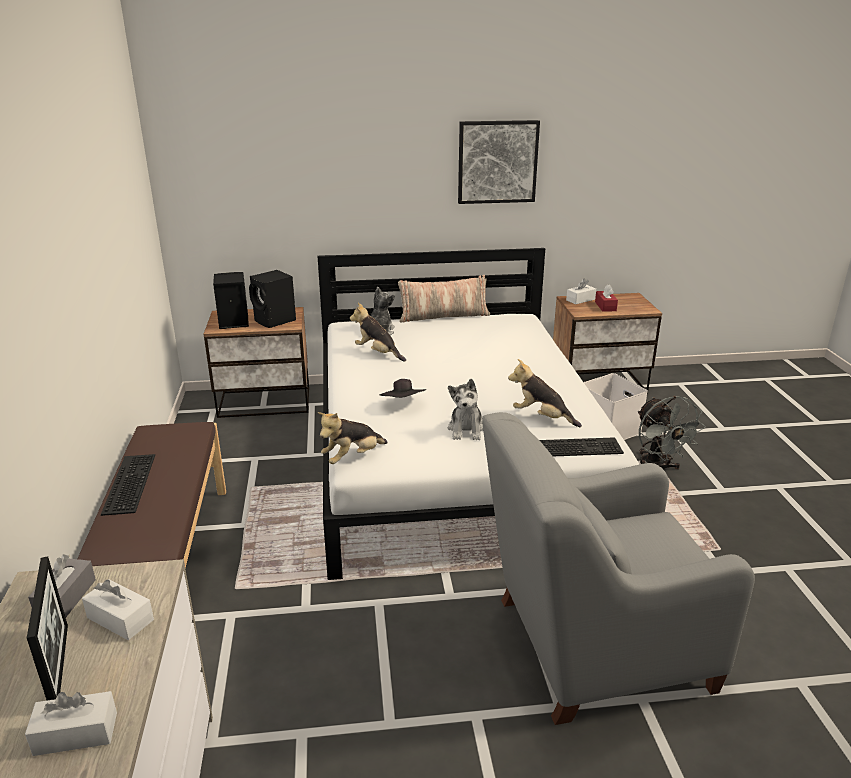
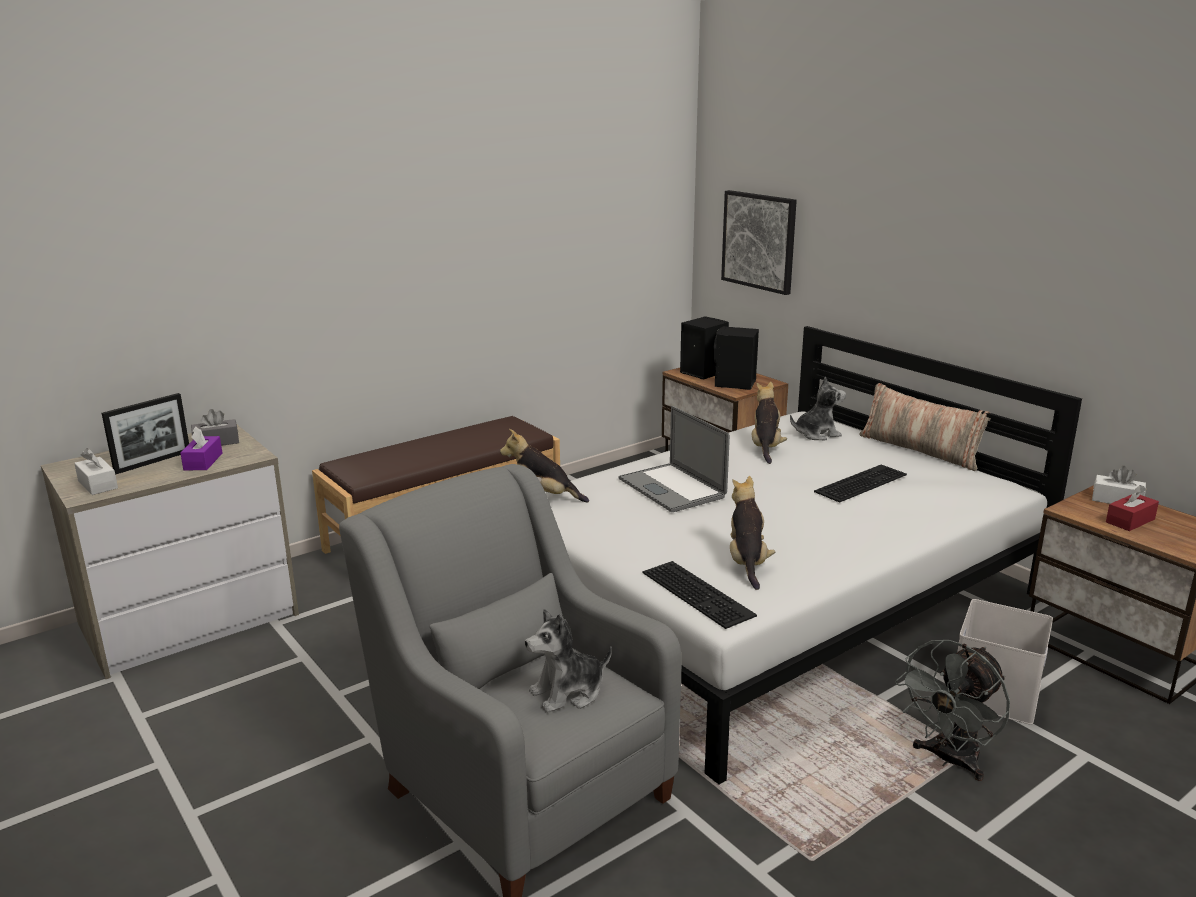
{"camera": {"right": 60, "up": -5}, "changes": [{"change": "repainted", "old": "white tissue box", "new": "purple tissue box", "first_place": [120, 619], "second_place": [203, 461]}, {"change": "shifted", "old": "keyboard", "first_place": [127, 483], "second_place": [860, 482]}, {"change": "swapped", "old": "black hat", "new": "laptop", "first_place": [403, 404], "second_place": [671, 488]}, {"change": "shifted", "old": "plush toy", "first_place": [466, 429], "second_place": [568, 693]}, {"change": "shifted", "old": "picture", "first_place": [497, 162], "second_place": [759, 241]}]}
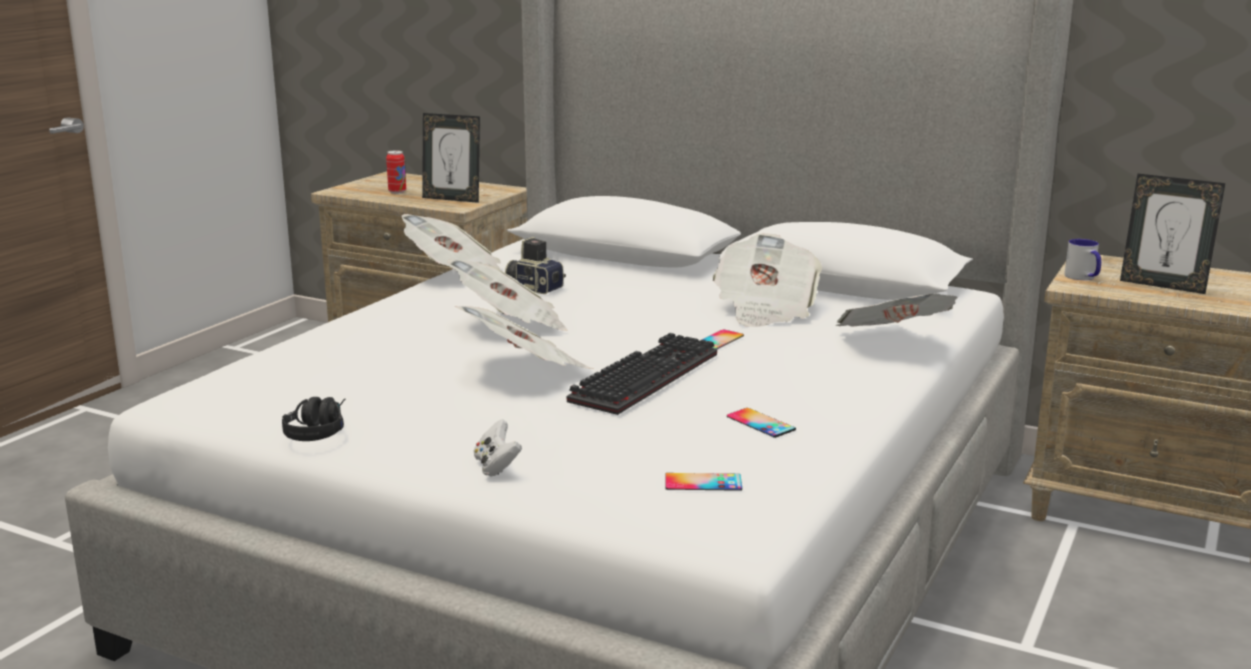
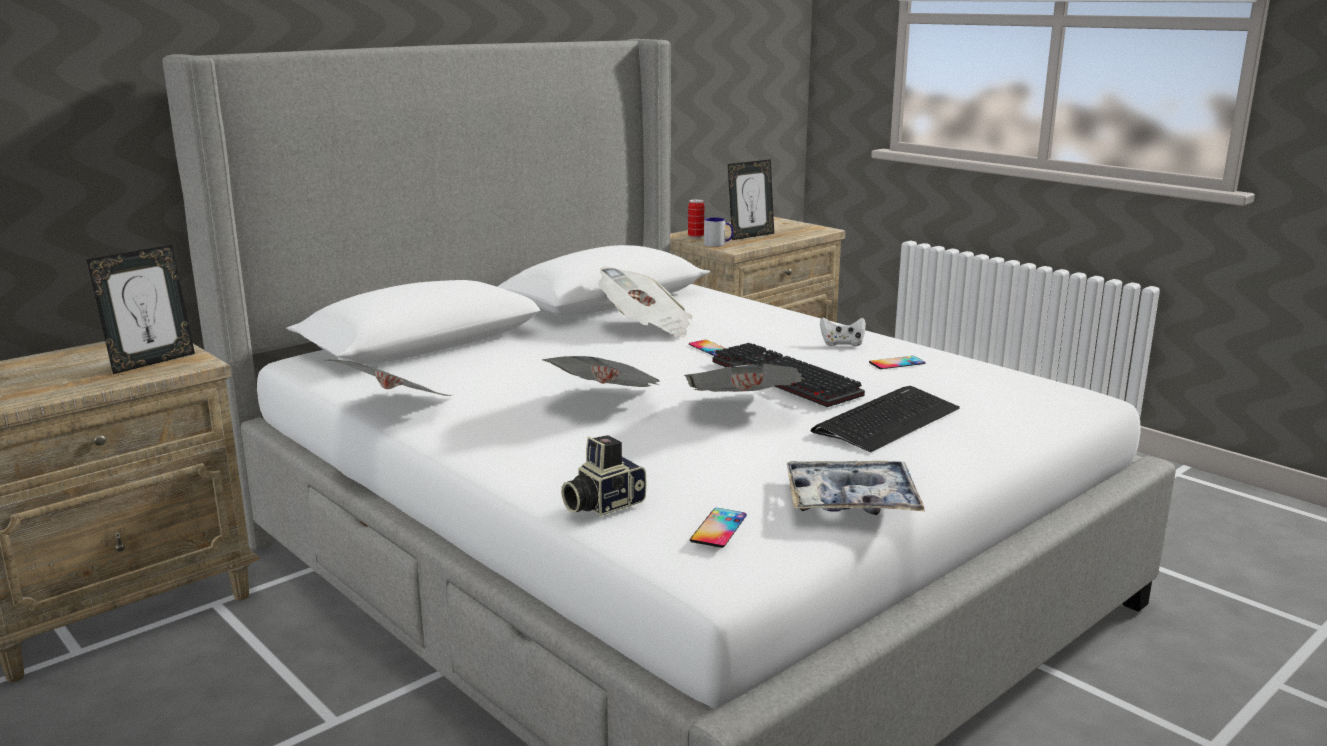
{"camera": {"right": -70, "up": 0}, "changes": [{"change": "swapped", "old": "black headphones", "new": "tray", "first_place": [319, 430], "second_place": [851, 500]}, {"change": "shifted", "old": "can", "first_place": [397, 192], "second_place": [696, 237]}, {"change": "shifted", "old": "white game controller", "first_place": [496, 467], "second_place": [842, 344]}, {"change": "shifted", "old": "photo camera", "first_place": [535, 287], "second_place": [602, 504]}, {"change": "shifted", "old": "phone", "first_place": [703, 482], "second_place": [718, 528]}, {"change": "gone", "old": "newspaper", "first_place": [892, 343]}, {"change": "new", "new": "keyboard", "second_place": [886, 420]}]}
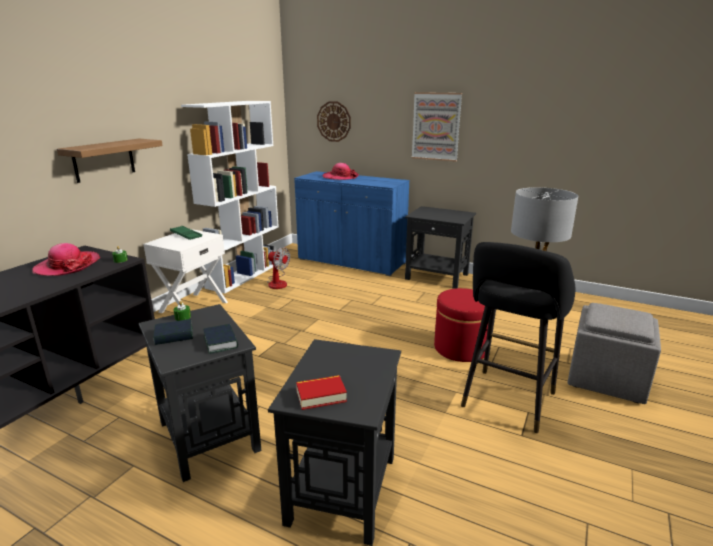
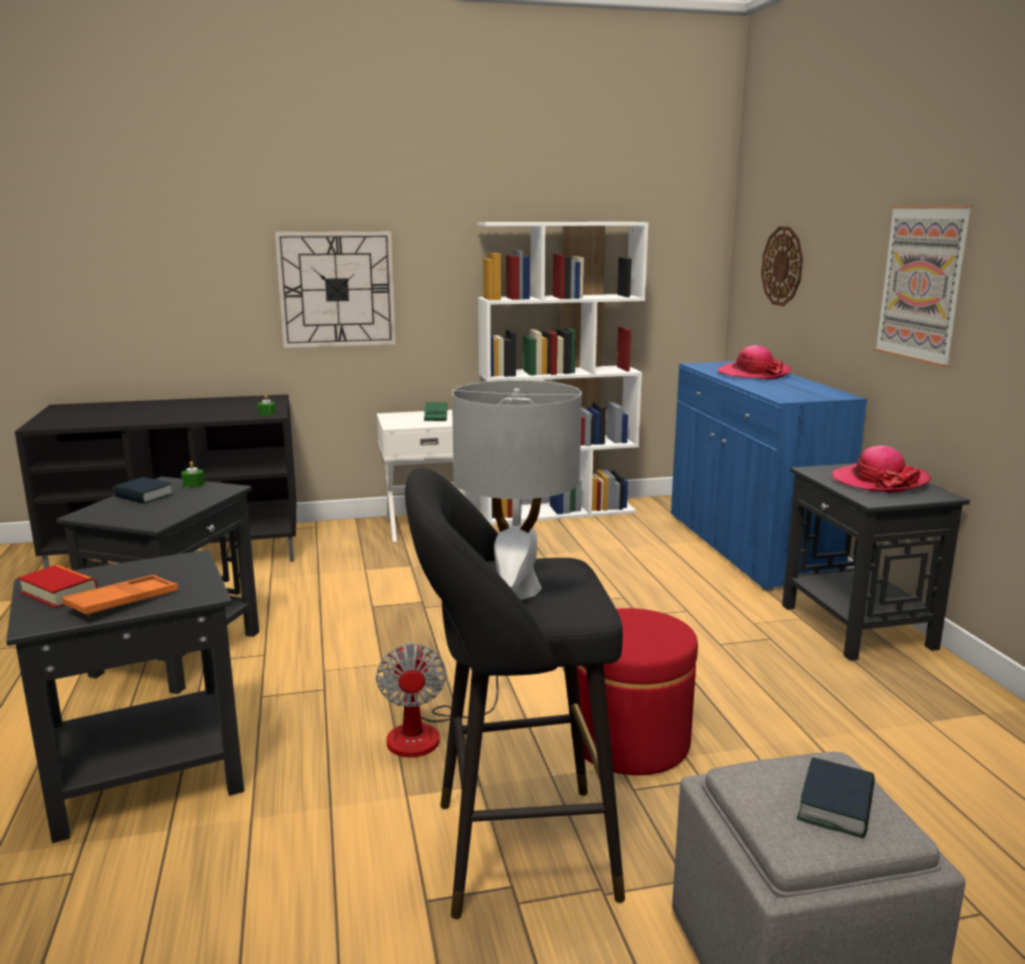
{"camera": {"right": 50, "up": -5}, "changes": [{"change": "shifted", "old": "hat", "first_place": [67, 266], "second_place": [879, 481]}, {"change": "swapped", "old": "shelf", "new": "wall clock", "first_place": [104, 160], "second_place": [337, 289]}, {"change": "shifted", "old": "book", "first_place": [221, 342], "second_place": [836, 805]}, {"change": "shifted", "old": "fan", "first_place": [278, 282], "second_place": [429, 733]}, {"change": "new", "new": "orange tray", "second_place": [123, 602]}]}
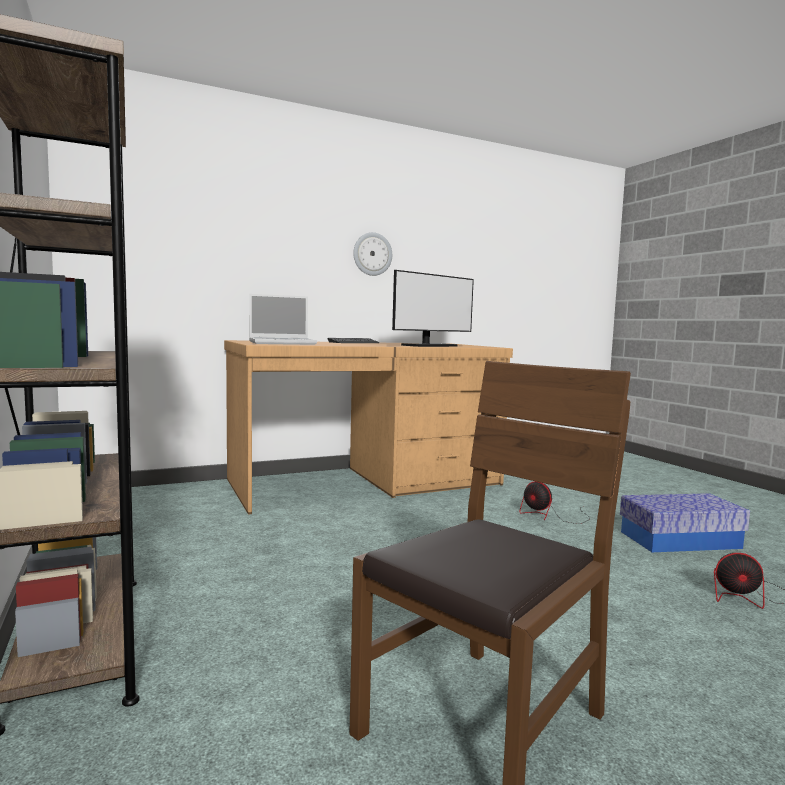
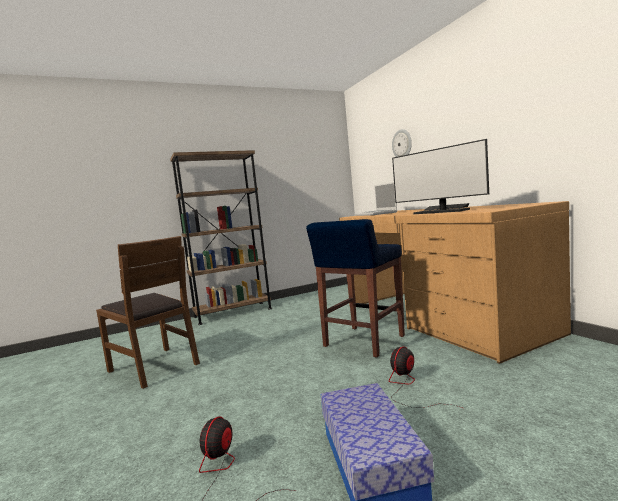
{"camera": {"right": 90, "up": 0}, "changes": [{"change": "shifted", "old": "wall clock", "first_place": [372, 254], "second_place": [402, 144]}, {"change": "new", "new": "blue stool", "second_place": [363, 342]}]}
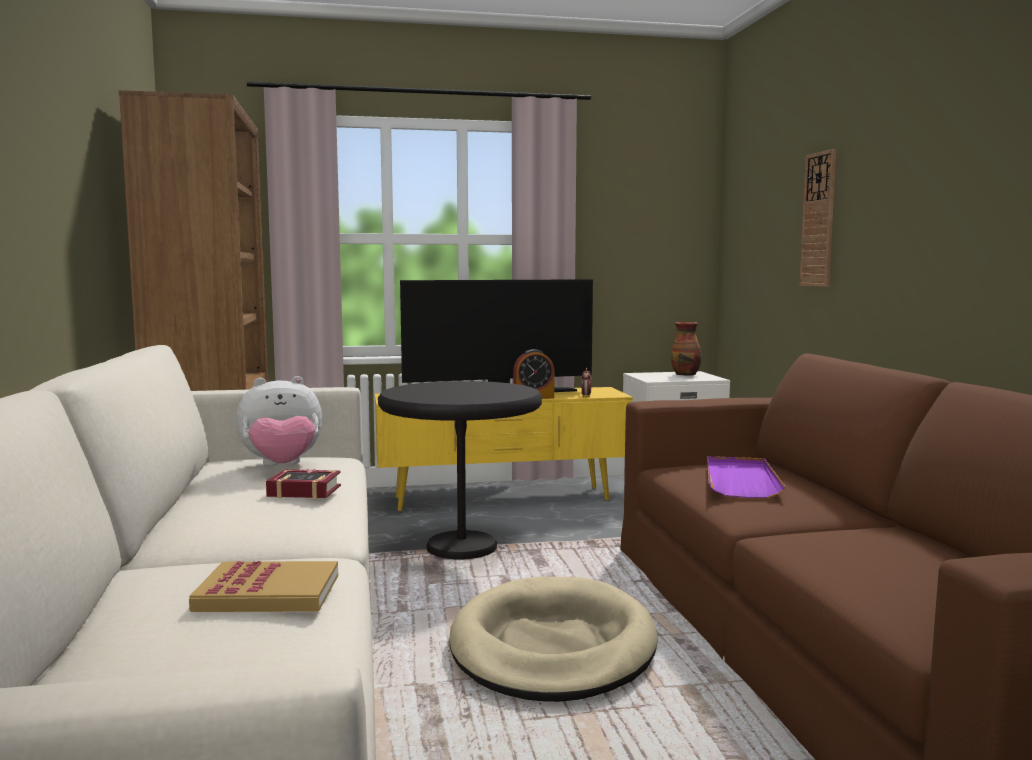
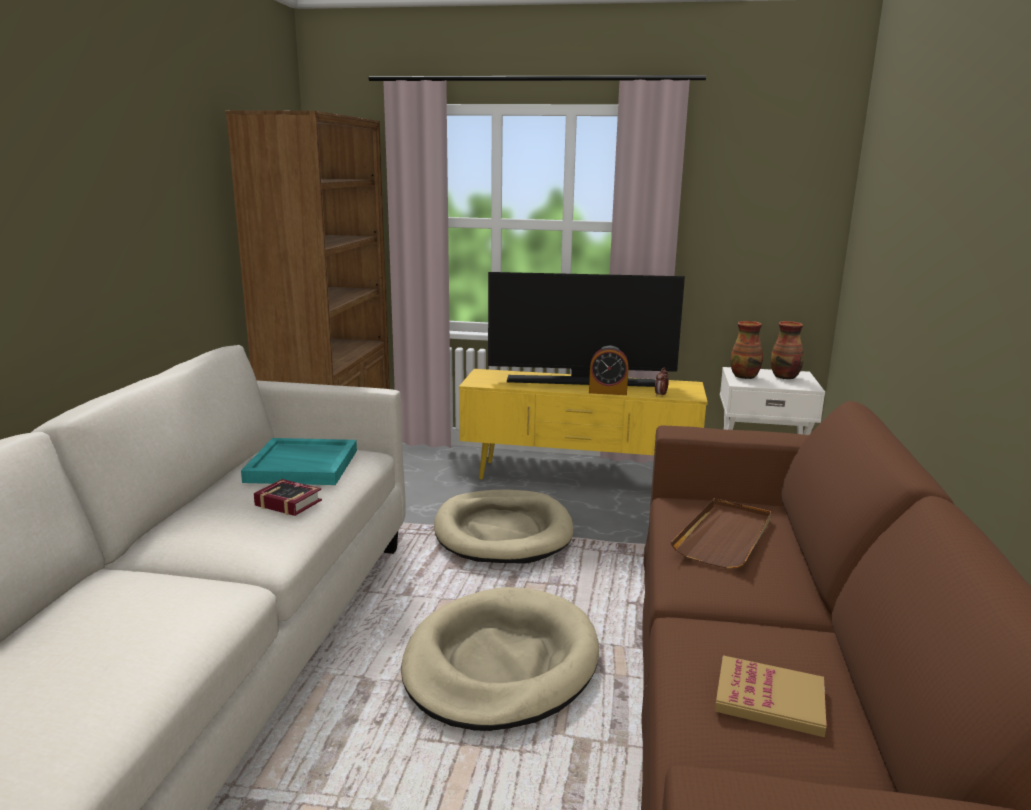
{"camera": {"right": 20, "up": 10}, "changes": [{"change": "shifted", "old": "book", "first_place": [268, 593], "second_place": [769, 699]}, {"change": "swapped", "old": "plush toy", "new": "turquoise tray", "first_place": [282, 466], "second_place": [303, 465]}, {"change": "swapped", "old": "black side table", "new": "beige dog bed", "first_place": [461, 548], "second_place": [503, 532]}, {"change": "repainted", "old": "purple tray", "new": "brown tray", "first_place": [740, 481], "second_place": [724, 536]}, {"change": "gone", "old": "wall clock", "first_place": [819, 220]}, {"change": "new", "new": "vase", "second_place": [745, 376]}]}
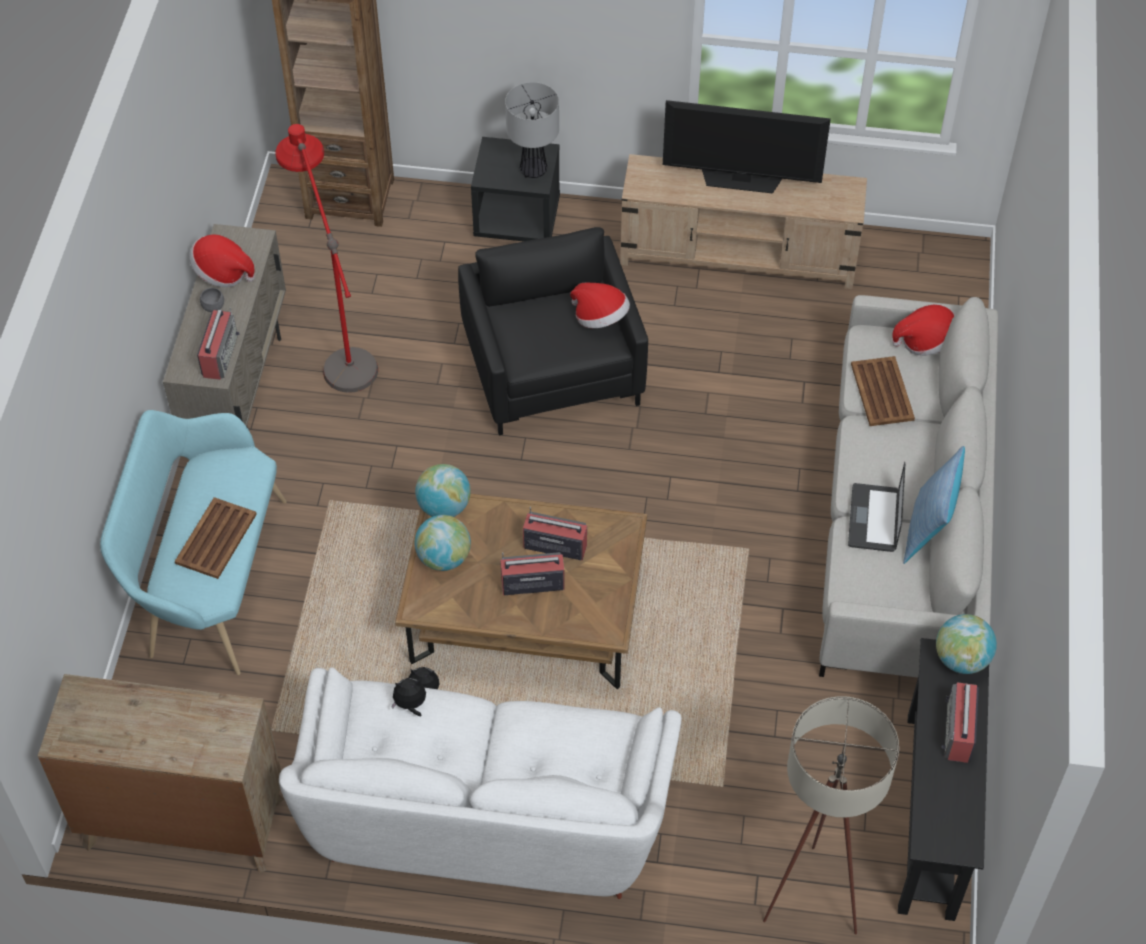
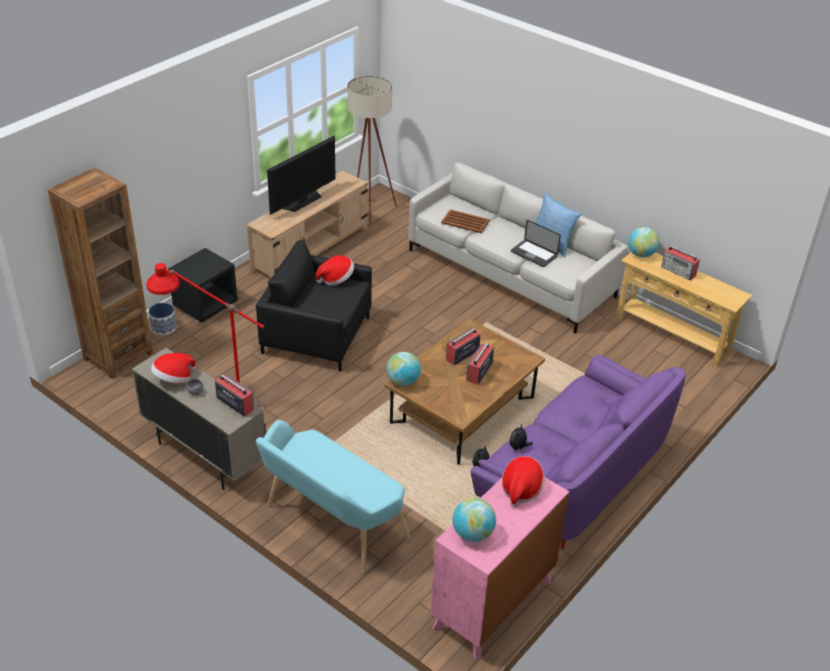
{"camera": {"right": -60, "up": -15}, "changes": [{"change": "repainted", "old": "brown dresser", "new": "pink dresser", "first_place": [183, 822], "second_place": [493, 604]}, {"change": "gone", "old": "brown tray", "first_place": [215, 539]}, {"change": "repainted", "old": "white sofa", "new": "purple sofa", "first_place": [485, 810], "second_place": [571, 475]}, {"change": "shifted", "old": "globe", "first_place": [443, 558], "second_place": [472, 534]}, {"change": "gone", "old": "table lamp", "first_place": [533, 170]}, {"change": "shifted", "old": "beige floor lamp", "first_place": [812, 889], "second_place": [369, 208]}, {"change": "shifted", "old": "hat", "first_place": [925, 341], "second_place": [521, 489]}, {"change": "repainted", "old": "black console table", "new": "beige console table", "first_place": [931, 815], "second_place": [672, 335]}, {"change": "new", "new": "planter", "second_place": [163, 327]}]}
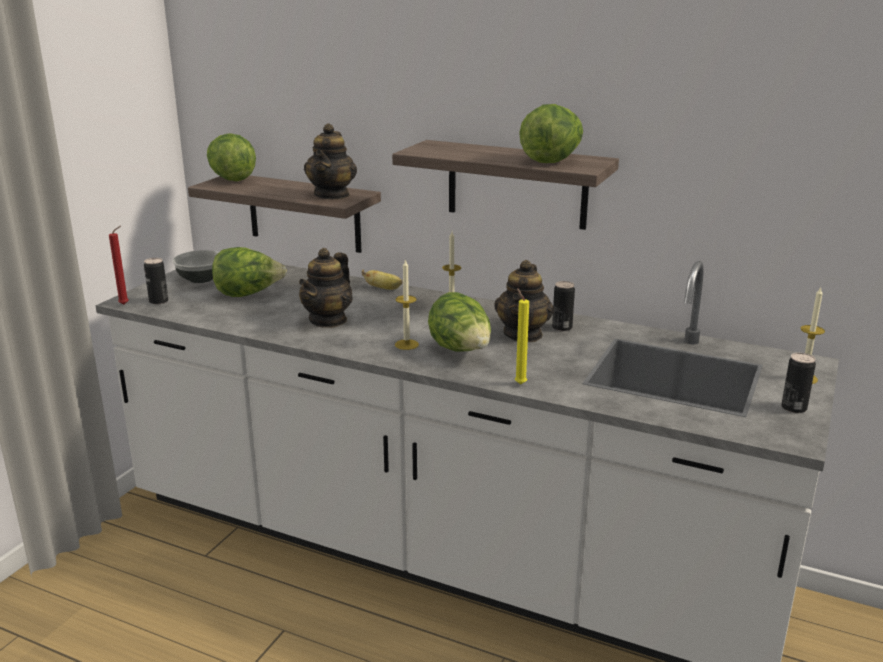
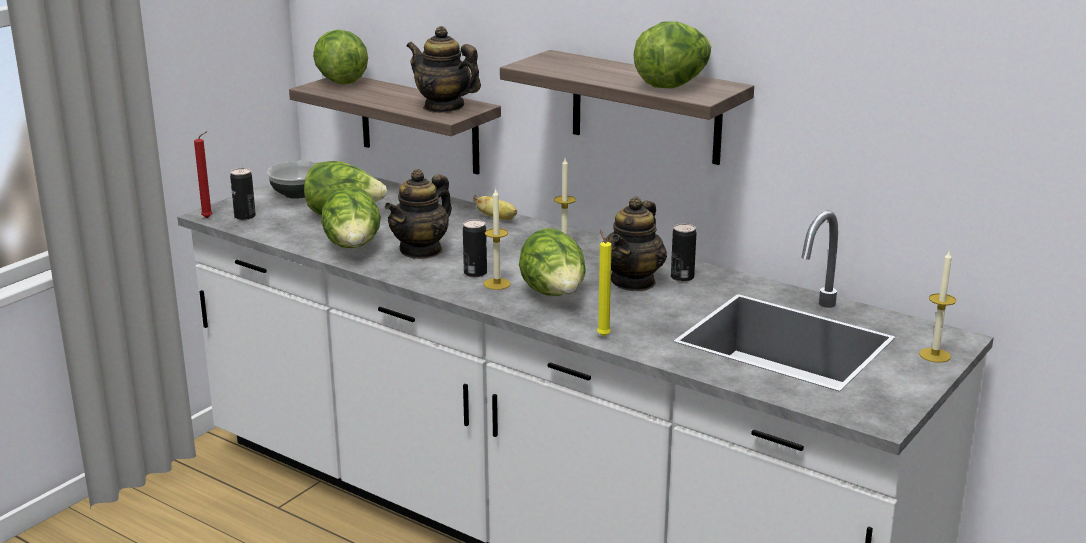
{"camera": {"right": 10, "up": 0}, "changes": [{"change": "rotated", "old": "teapot", "first_place": [332, 195], "second_place": [443, 107], "degrees": 105}, {"change": "shifted", "old": "can", "first_place": [794, 408], "second_place": [475, 273]}, {"change": "new", "new": "lettuce", "second_place": [353, 248]}]}
